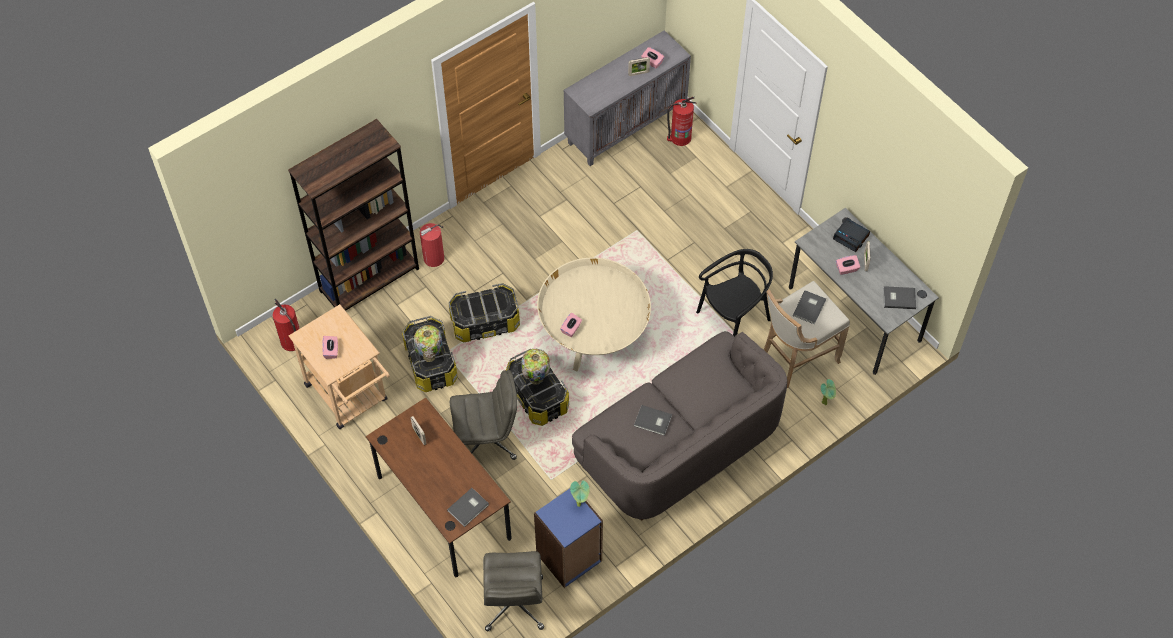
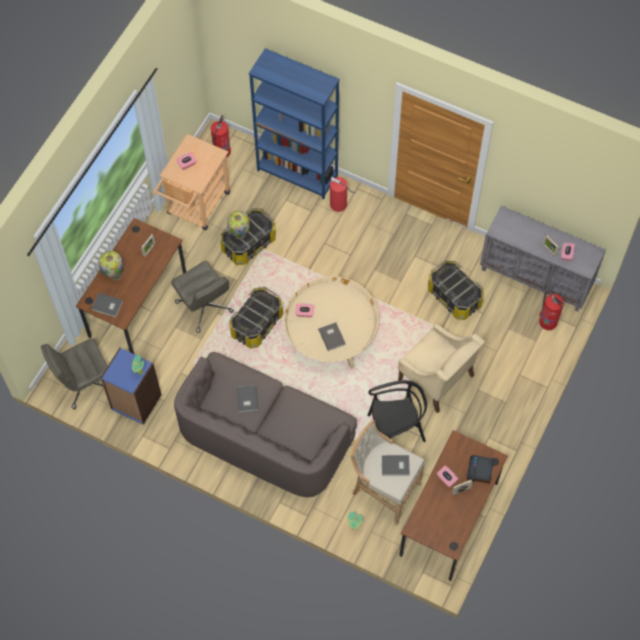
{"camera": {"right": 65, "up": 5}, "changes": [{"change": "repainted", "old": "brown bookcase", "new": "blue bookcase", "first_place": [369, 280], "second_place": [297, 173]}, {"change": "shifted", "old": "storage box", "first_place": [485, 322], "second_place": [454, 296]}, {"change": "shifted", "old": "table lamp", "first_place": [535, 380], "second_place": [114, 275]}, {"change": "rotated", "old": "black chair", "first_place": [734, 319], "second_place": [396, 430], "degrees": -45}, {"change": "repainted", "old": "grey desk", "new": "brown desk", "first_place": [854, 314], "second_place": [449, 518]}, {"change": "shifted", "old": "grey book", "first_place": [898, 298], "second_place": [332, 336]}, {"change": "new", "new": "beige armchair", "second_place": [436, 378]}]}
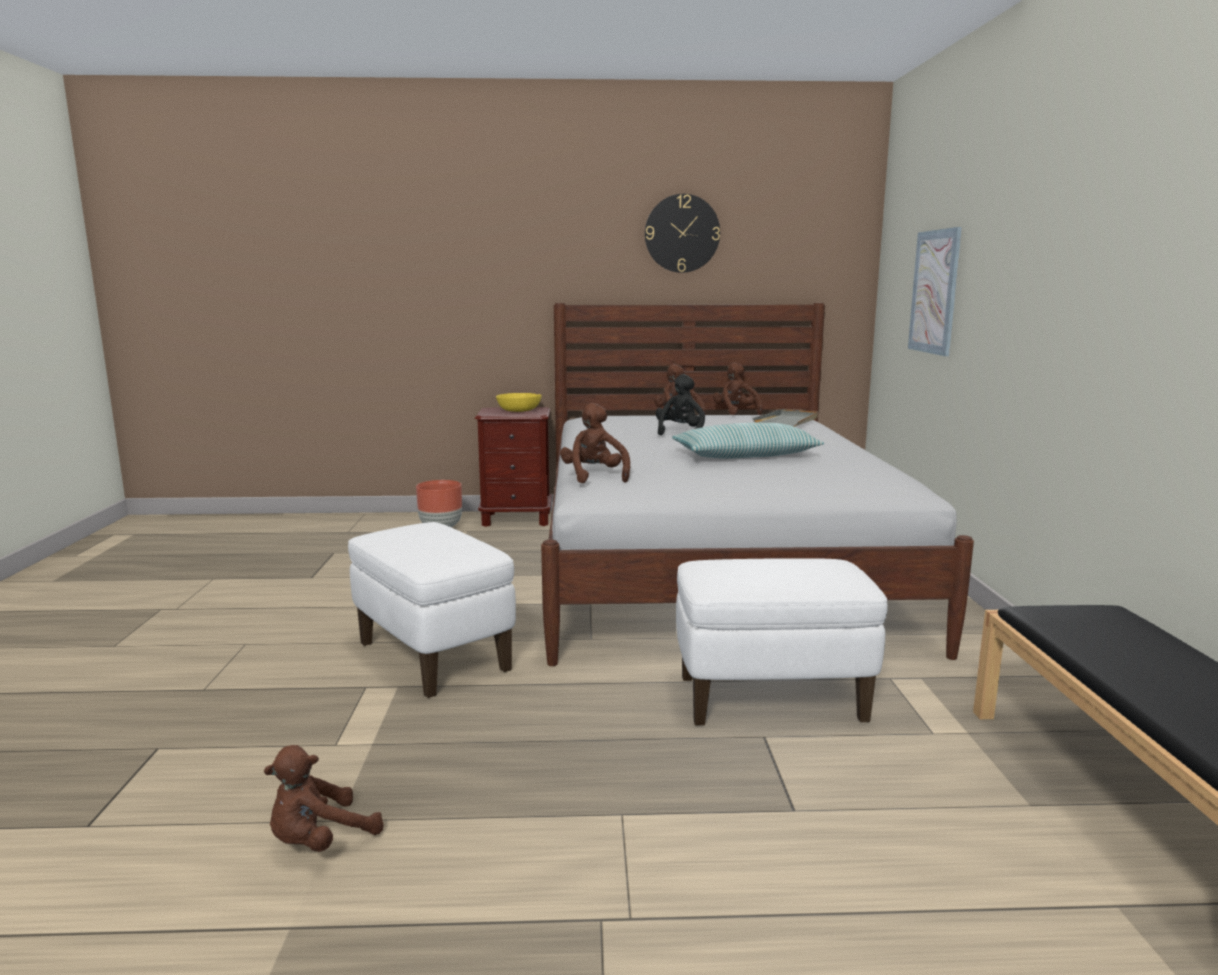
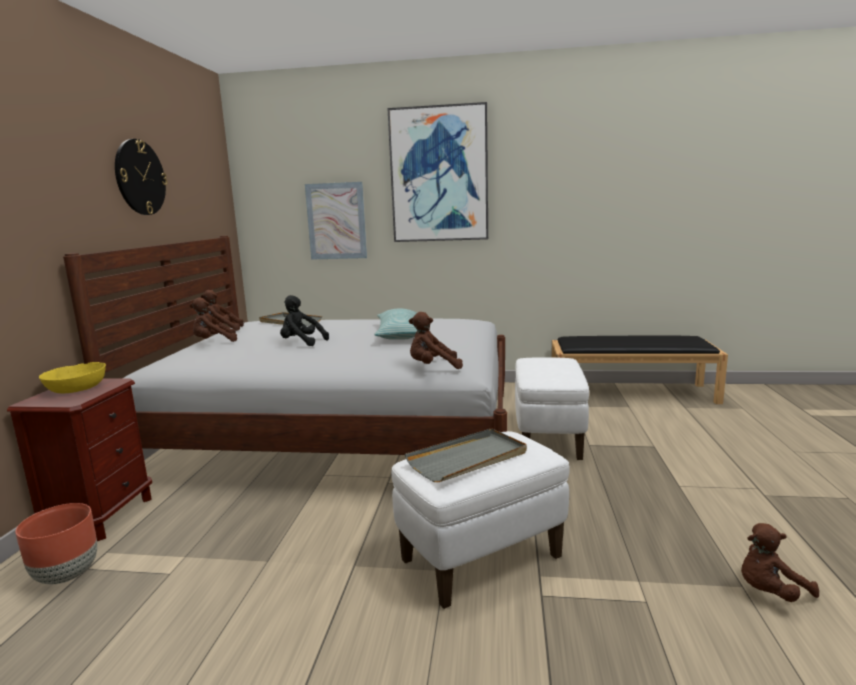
{"camera": {"right": -80, "up": 0}, "changes": [{"change": "rotated", "old": "brown plush toy", "first_place": [320, 841], "second_place": [769, 592], "degrees": 105}, {"change": "new", "new": "picture", "second_place": [439, 175]}, {"change": "new", "new": "grey tray", "second_place": [468, 459]}]}
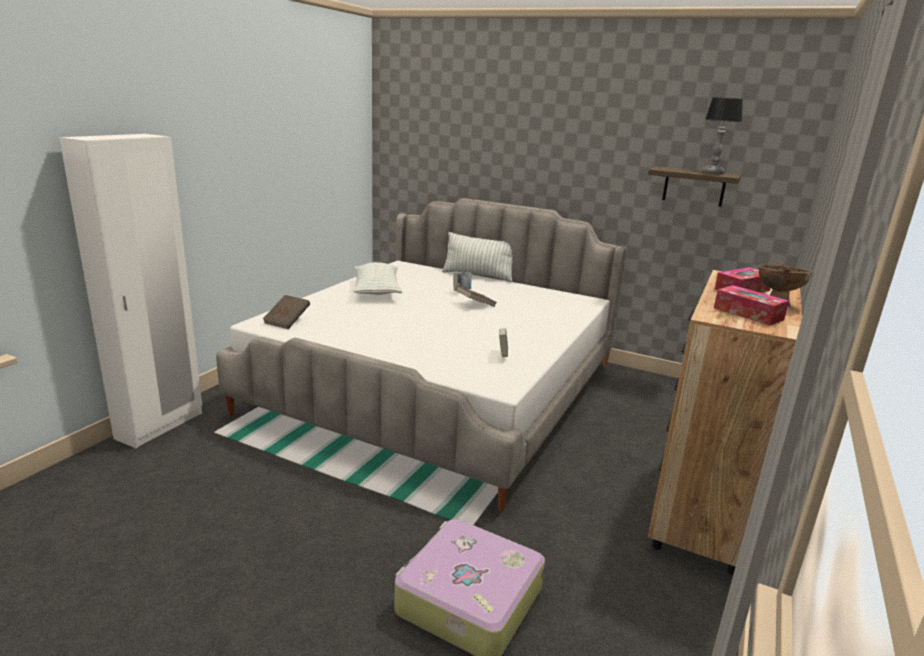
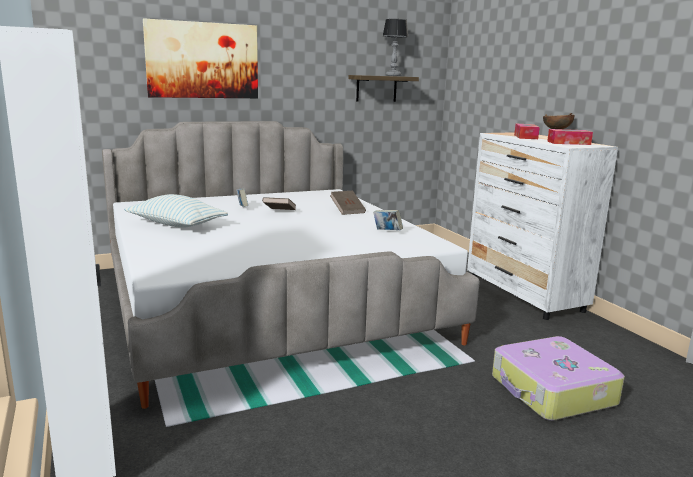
{"camera": {"right": -50, "up": -5}, "changes": [{"change": "shifted", "old": "brown book", "first_place": [287, 321], "second_place": [347, 210]}, {"change": "gone", "old": "pillow", "first_place": [478, 275]}, {"change": "repainted", "old": "brown dresser", "new": "white dresser", "first_place": [701, 511], "second_place": [524, 295]}, {"change": "new", "new": "picture", "second_place": [203, 60]}]}
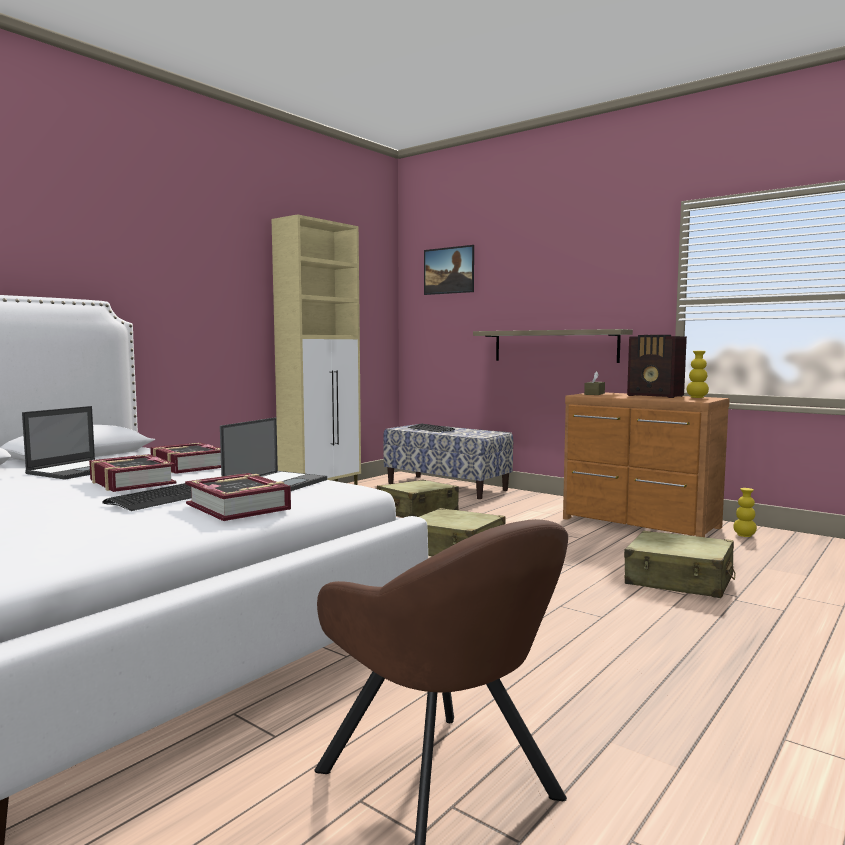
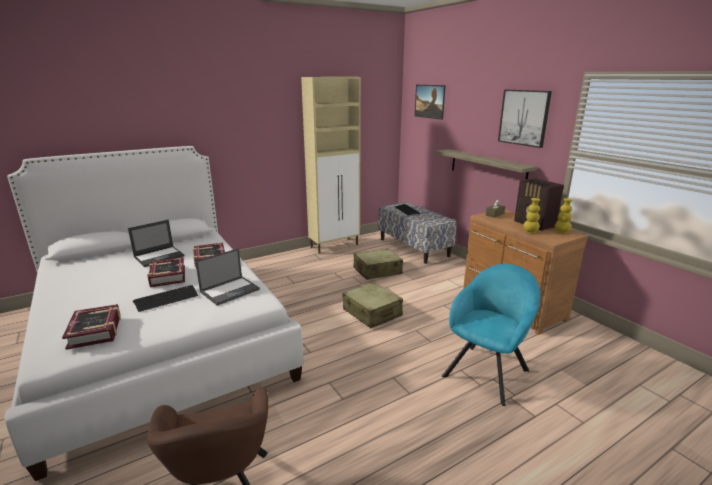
{"camera": {"right": 20, "up": 15}, "changes": [{"change": "shifted", "old": "book", "first_place": [239, 507], "second_place": [95, 331]}, {"change": "swapped", "old": "beige suitcase", "new": "turquoise armchair", "first_place": [679, 581], "second_place": [488, 370]}, {"change": "shifted", "old": "yellow vase", "first_place": [744, 535], "second_place": [530, 232]}, {"change": "new", "new": "picture", "second_place": [524, 117]}]}
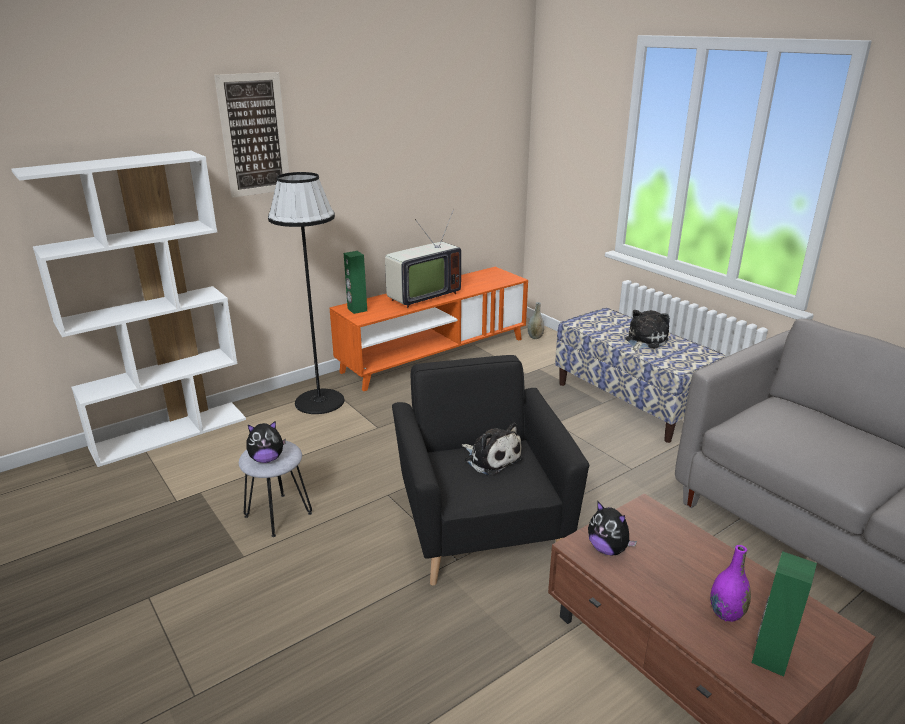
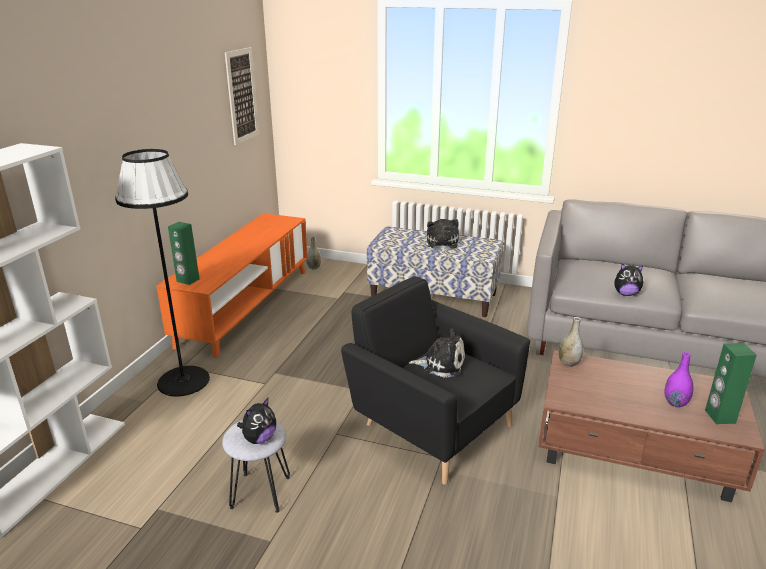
{"camera": {"right": -35, "up": 0}, "changes": [{"change": "shifted", "old": "picture", "first_place": [254, 135], "second_place": [242, 96]}, {"change": "gone", "old": "television", "first_place": [421, 296]}, {"change": "shifted", "old": "plush toy", "first_place": [608, 549], "second_place": [626, 294]}, {"change": "new", "new": "grey vase", "second_place": [568, 363]}]}
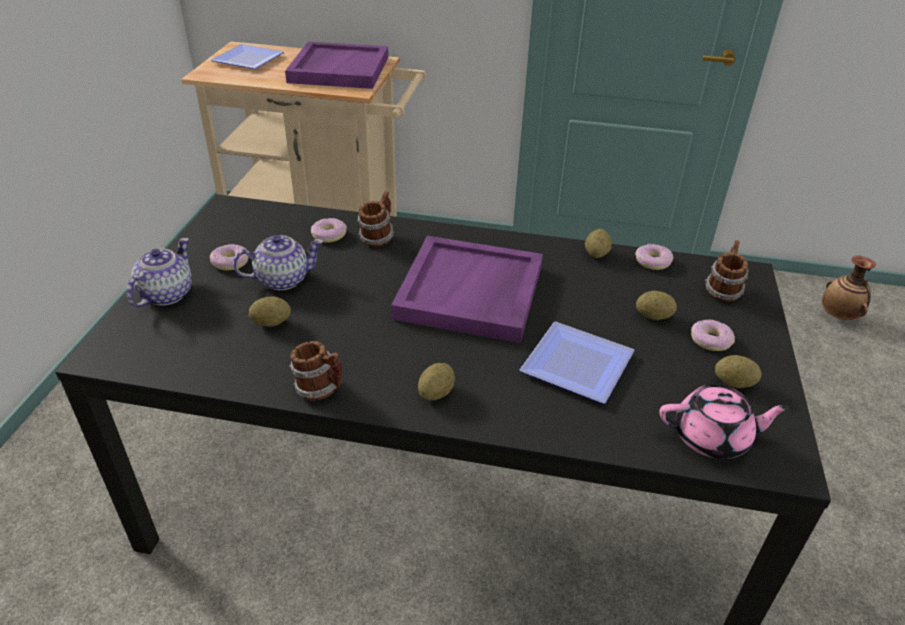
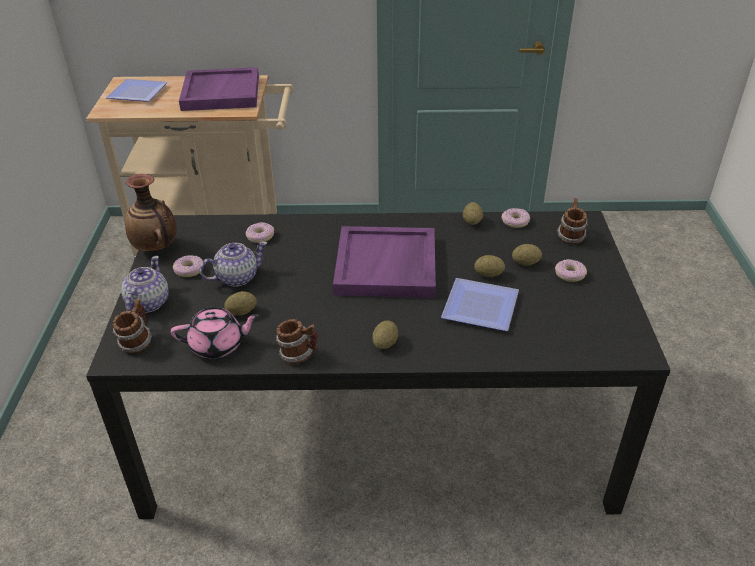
{"camera": {"right": -10, "up": 0}, "changes": [{"change": "shifted", "old": "mug", "first_place": [377, 238], "second_place": [136, 342]}, {"change": "shifted", "old": "pink teapot", "first_place": [712, 437], "second_place": [218, 345]}, {"change": "shifted", "old": "potato", "first_place": [733, 383], "second_place": [488, 274]}, {"change": "shifted", "old": "vase", "first_place": [838, 316], "second_place": [156, 248]}]}
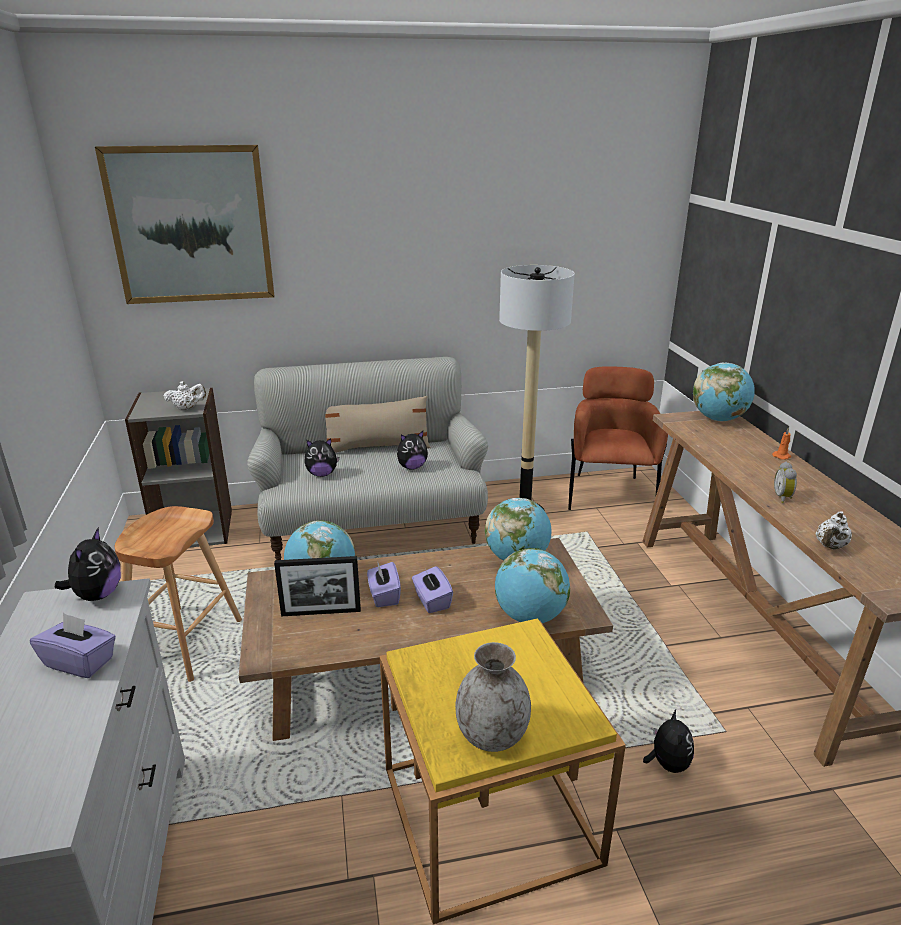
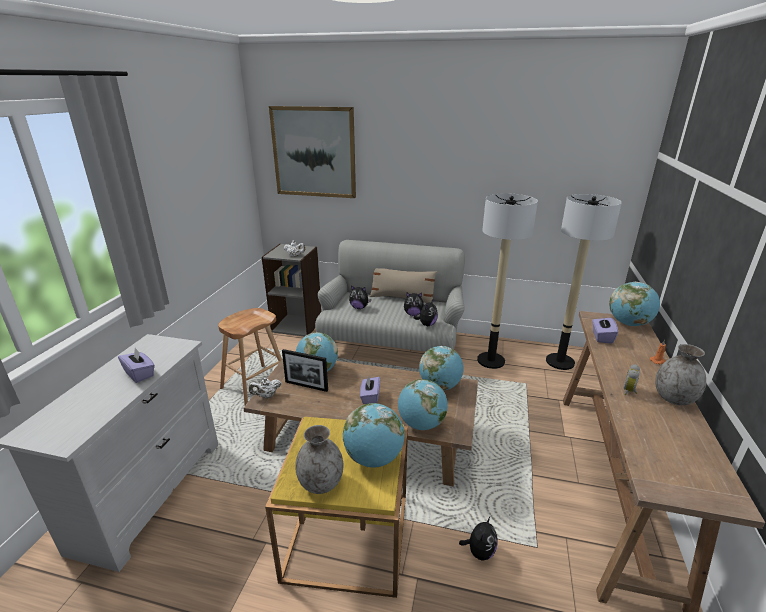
{"camera": {"right": 25, "up": 0}, "changes": [{"change": "shifted", "old": "plush toy", "first_place": [97, 595], "second_place": [426, 324]}, {"change": "shifted", "old": "purple tissue box", "first_place": [384, 595], "second_place": [601, 337]}, {"change": "swapped", "old": "brown armchair", "new": "floor lamp", "first_place": [609, 494], "second_place": [560, 362]}, {"change": "shifted", "old": "white teapot", "first_place": [830, 546], "second_place": [266, 396]}, {"change": "new", "new": "globe", "second_place": [374, 458]}, {"change": "new", "new": "grey vase", "second_place": [673, 398]}]}
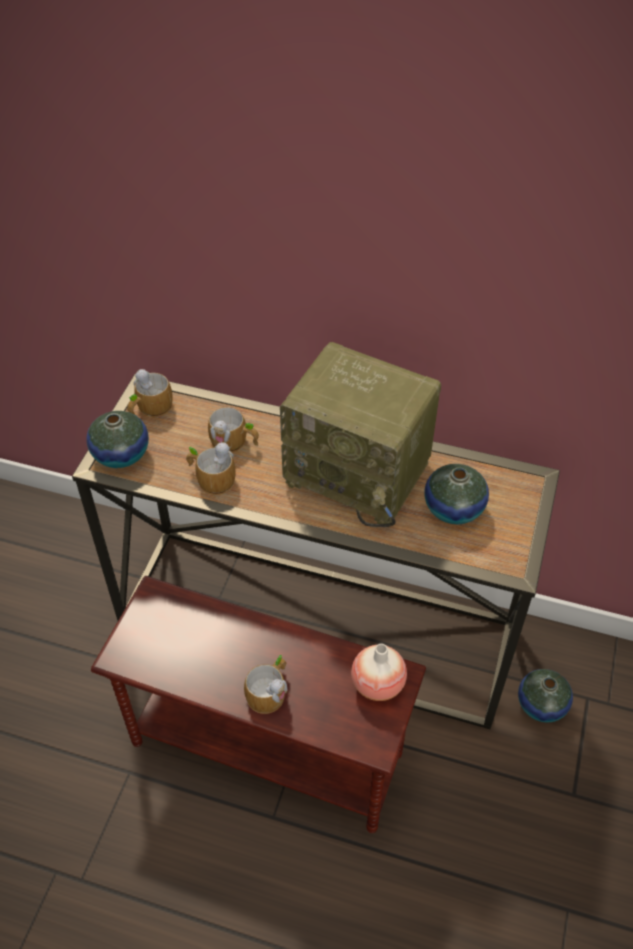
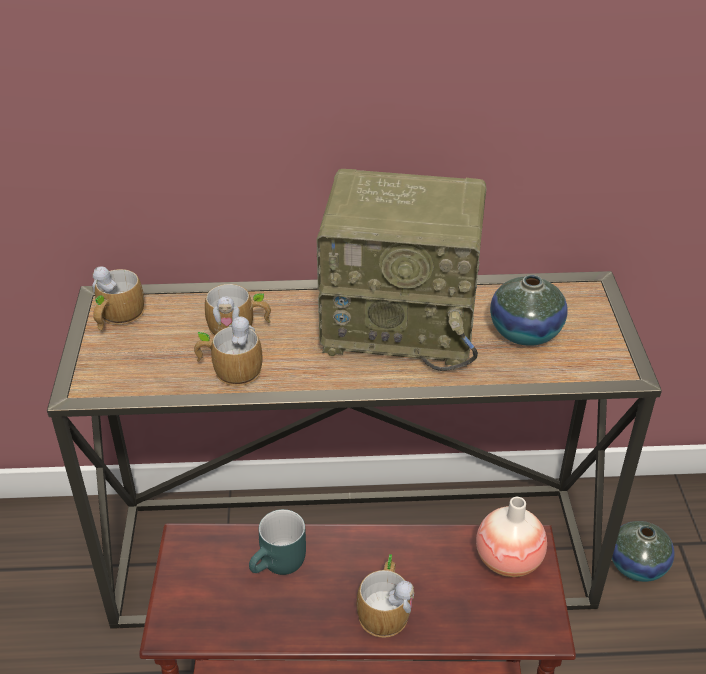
{"camera": {"right": -20, "up": -10}, "changes": [{"change": "gone", "old": "vase", "first_place": [121, 454]}, {"change": "new", "new": "turquoise mug", "second_place": [280, 565]}]}
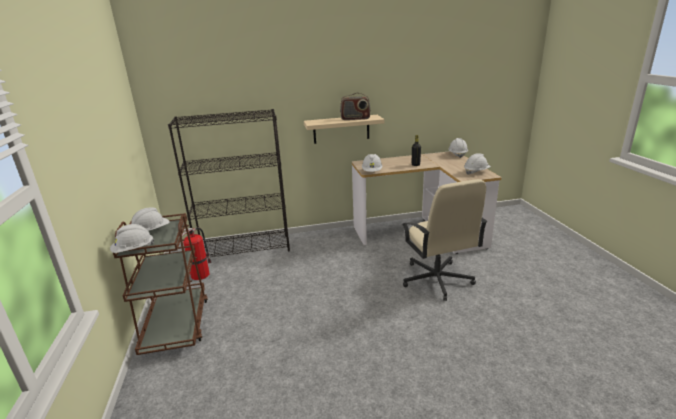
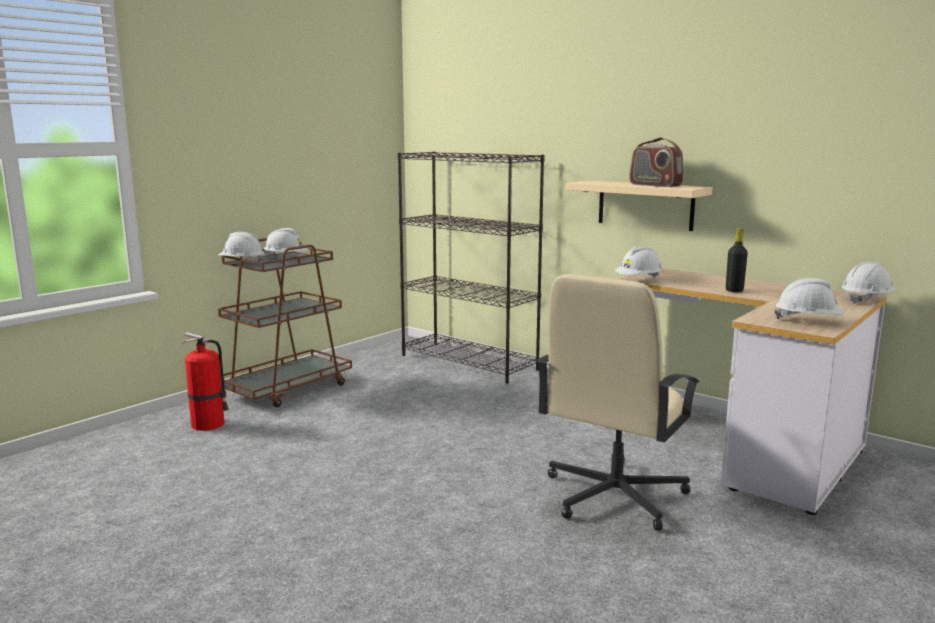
{"camera": {"right": 50, "up": -10}, "changes": [{"change": "shifted", "old": "fire extinguisher", "first_place": [201, 274], "second_place": [209, 424]}]}
